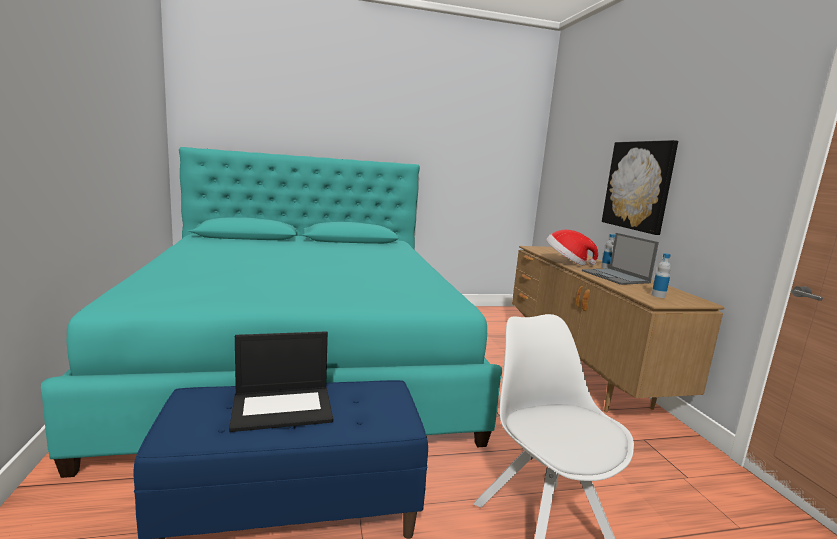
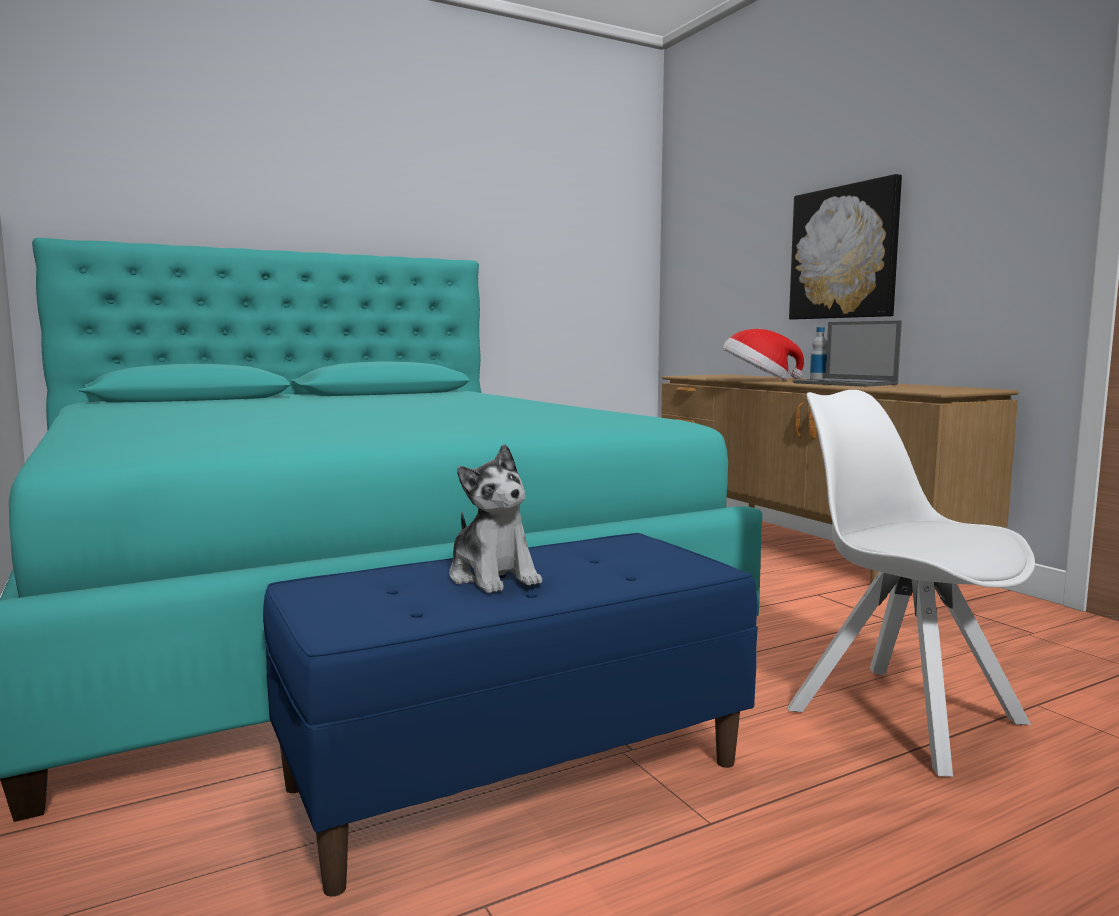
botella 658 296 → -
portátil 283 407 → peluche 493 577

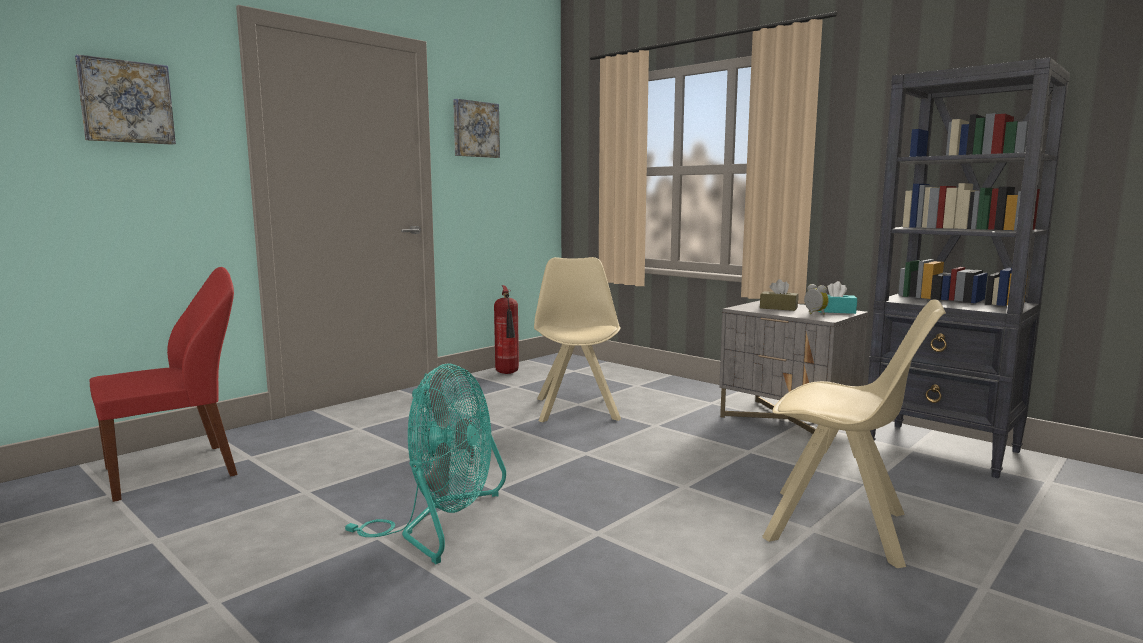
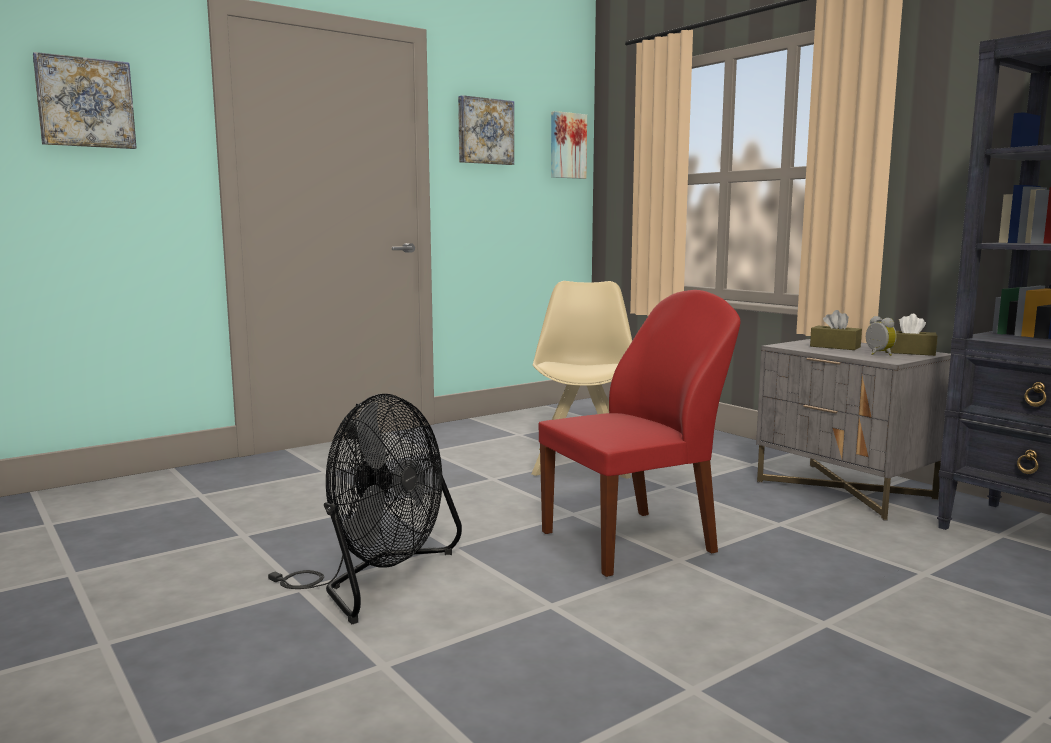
silla [rojo] 176 471 → silla [rojo] 632 542, shifted
caja de pañuelos [turquesa] 836 311 → caja de pañuelos [marrón] 909 352
extintor 508 373 → -
silla [beis] 841 528 → -
ventilador [turquesa] 439 524 → ventilador [negro] 372 581
- → cuadro 567 146

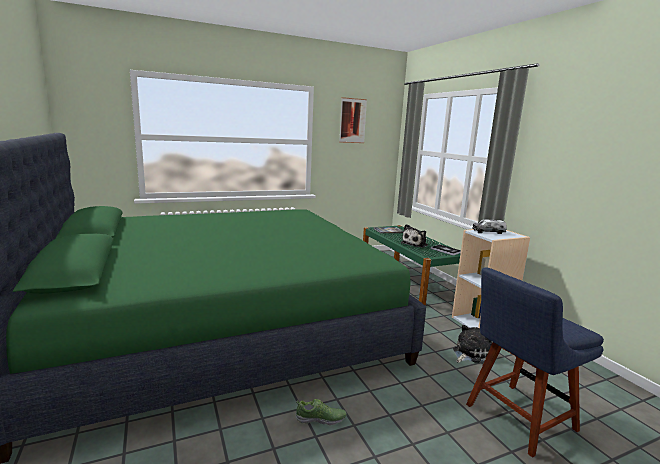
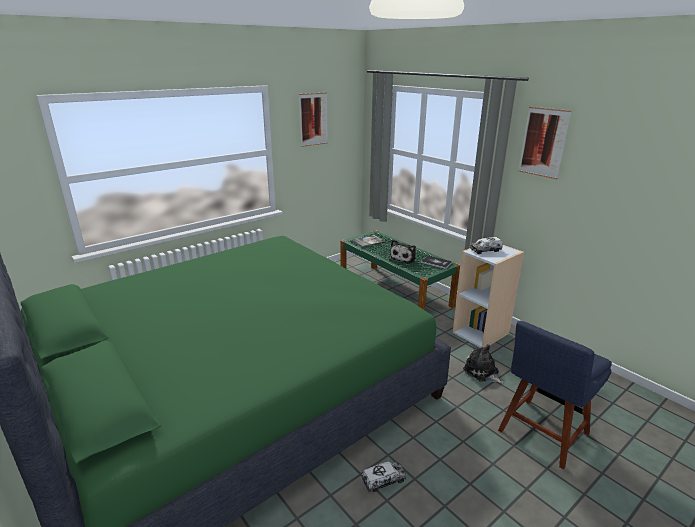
peluche 469 353 → peluche 482 372, 75 degrees counterclockwise
zapato 320 419 → camión de juguete 383 480
- → cuadro 543 142

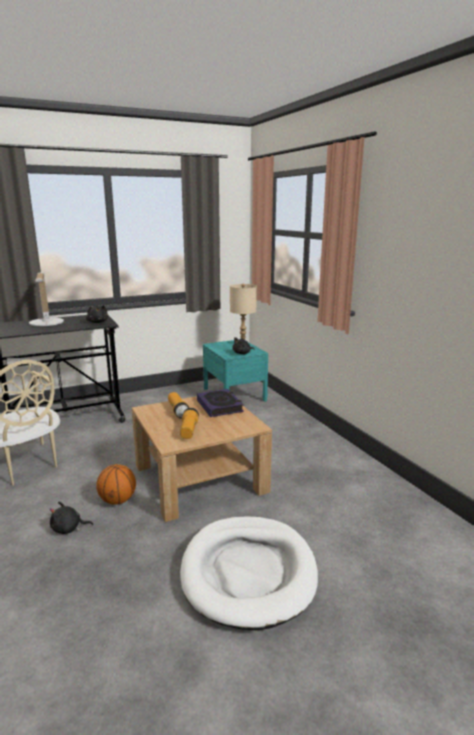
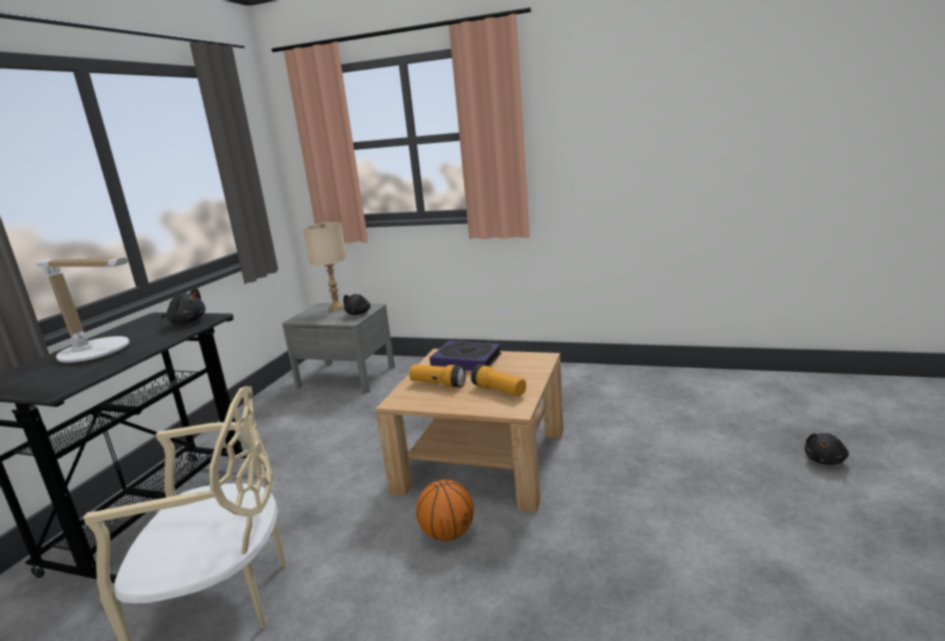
mesita de noche [turquesa] 234 394 → mesita de noche [gris] 346 377
peluche [negro] 68 529 → peluche [negro] 825 460, shifted
cama para perro [blanco] 248 572 → -

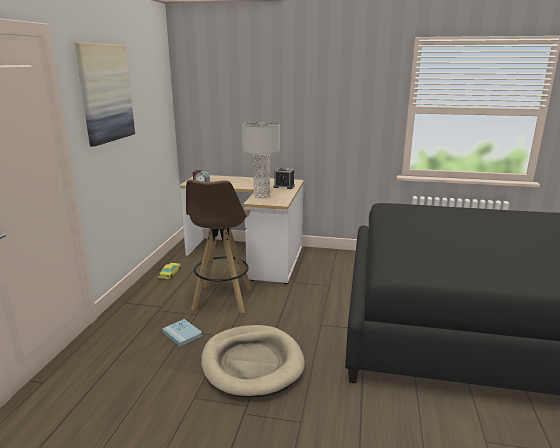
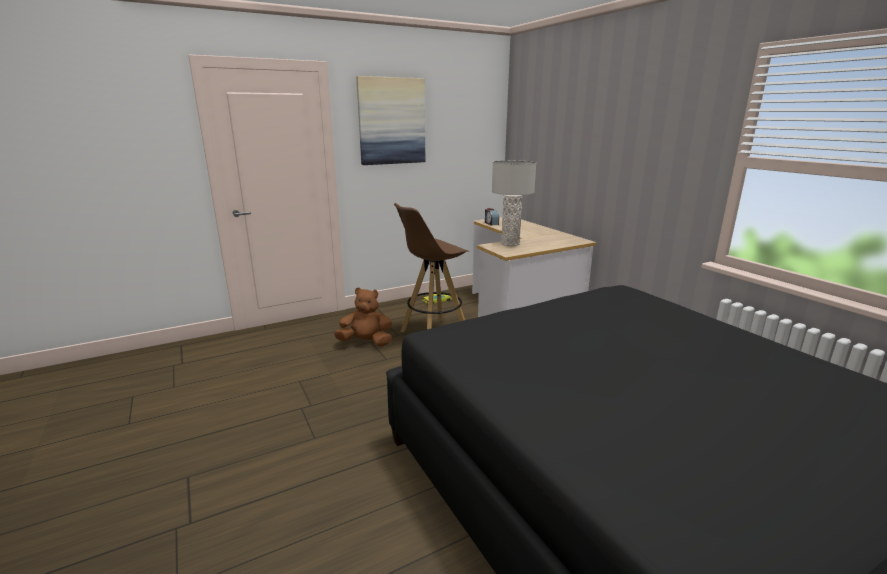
despertador 284 186 → -
libro [azul] 182 334 → peluche [marrón] 366 342
cama para perro [beis] 252 363 → -

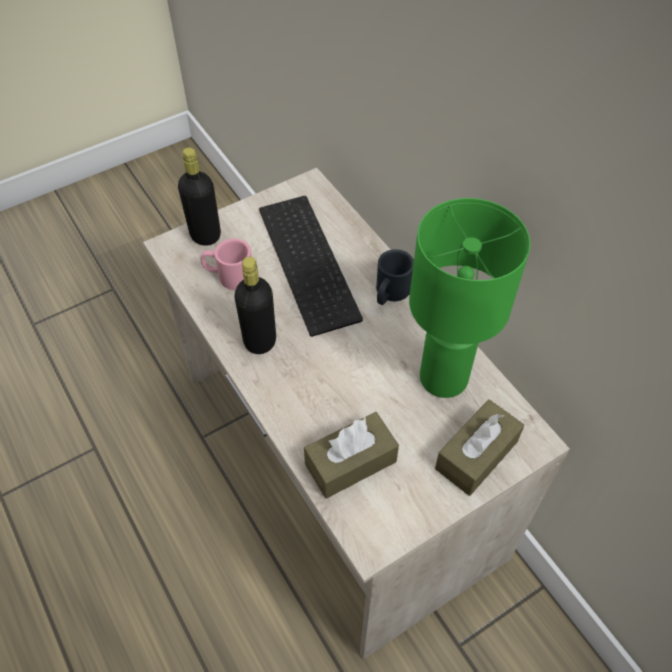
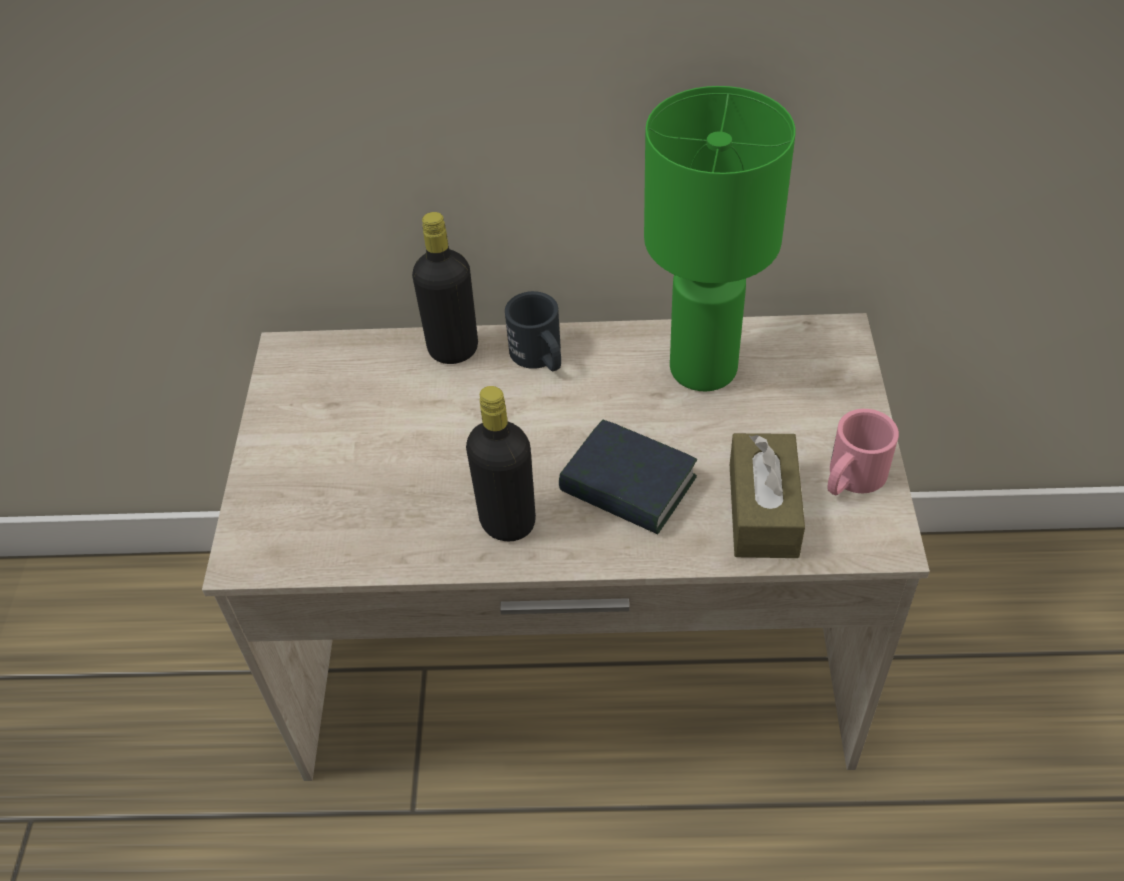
botella [negro] 205 235 → botella [negro] 453 350, shifted
teclado 312 263 → -
taza grande [rosa] 228 275 → taza grande [rosa] 851 479, shifted
caja de pañuelos [marrón] 476 455 → -
- → libro 628 486

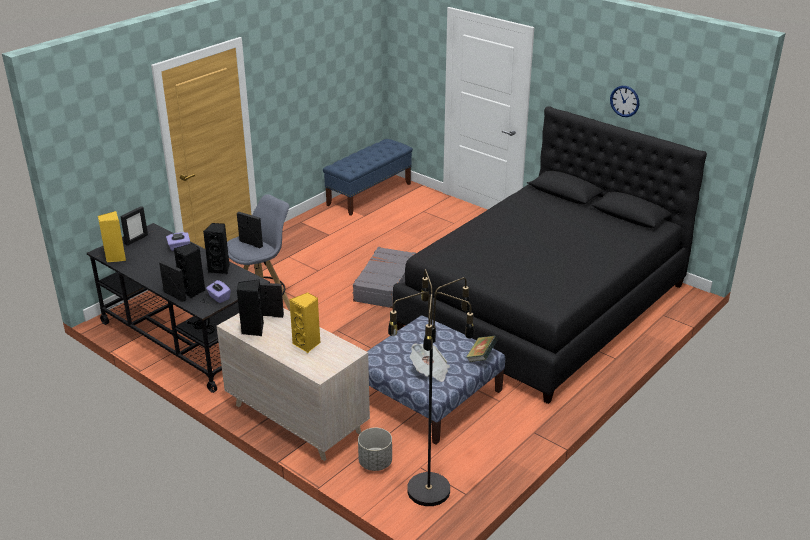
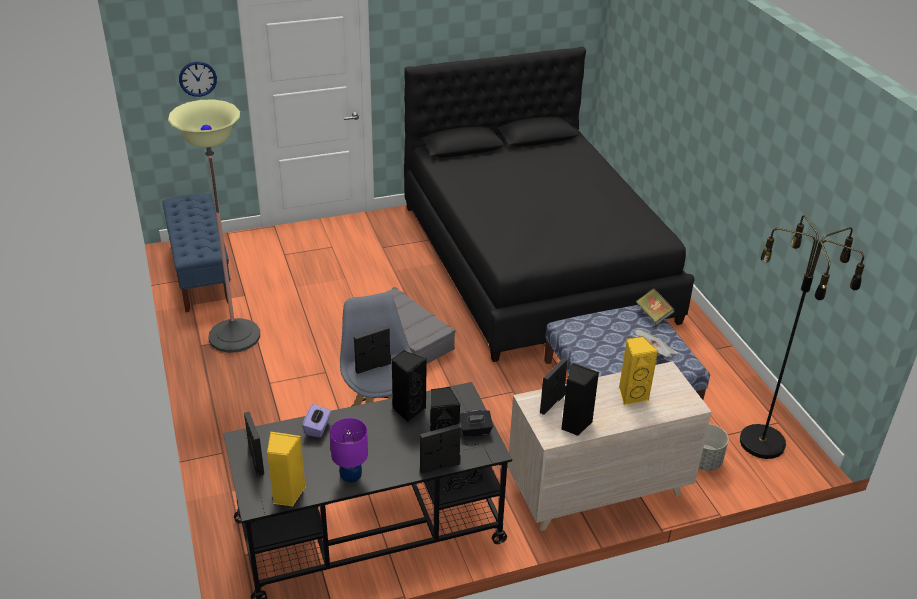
reloj de pared 624 101 → reloj de pared 197 78, shifted
caja de pañuelos [morado] 219 297 → caja de pañuelos [negro] 475 431
- → lámpara de pie 234 336
- → lámpara de mesa [morado] 349 477

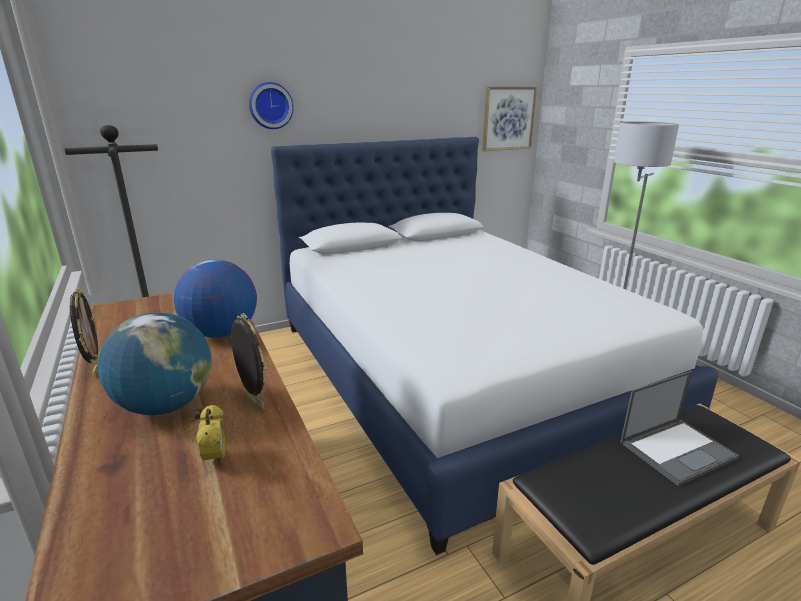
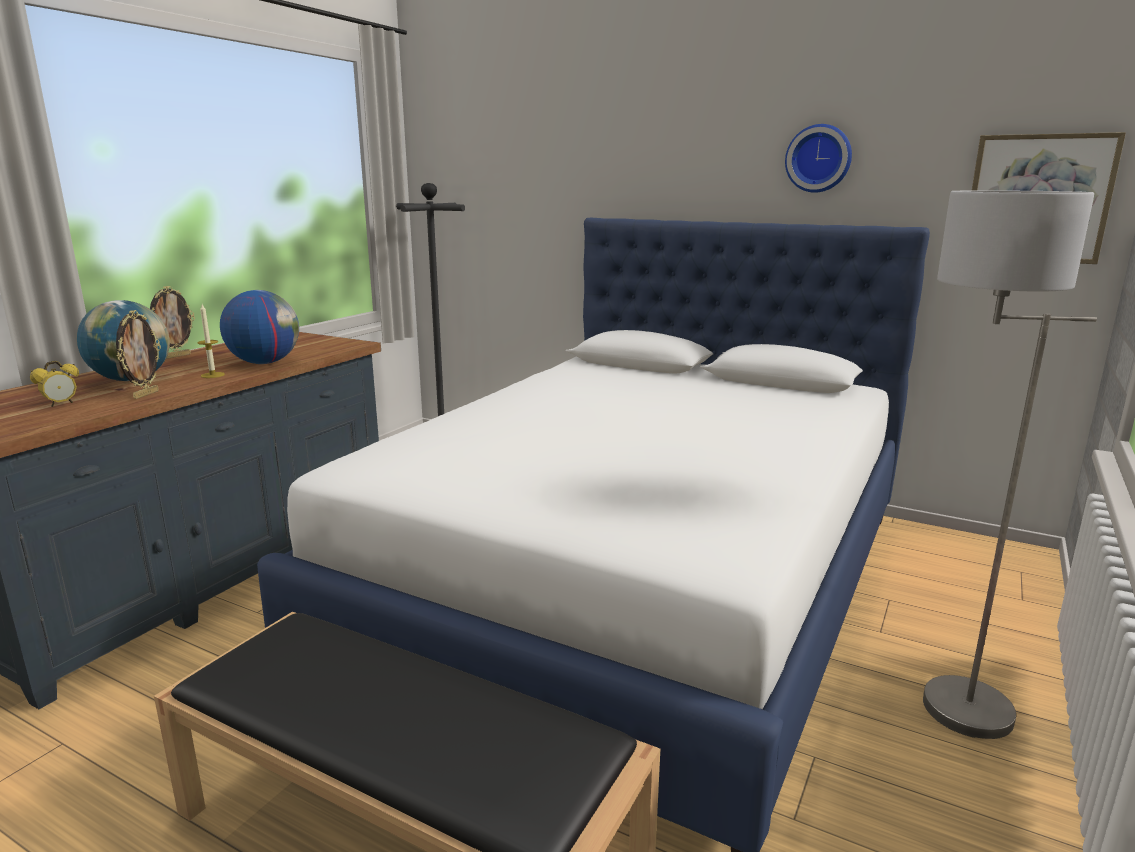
reloj de pared 270 105 → reloj de pared 819 158, shifted
portátil 677 449 → -
- → vela 212 375

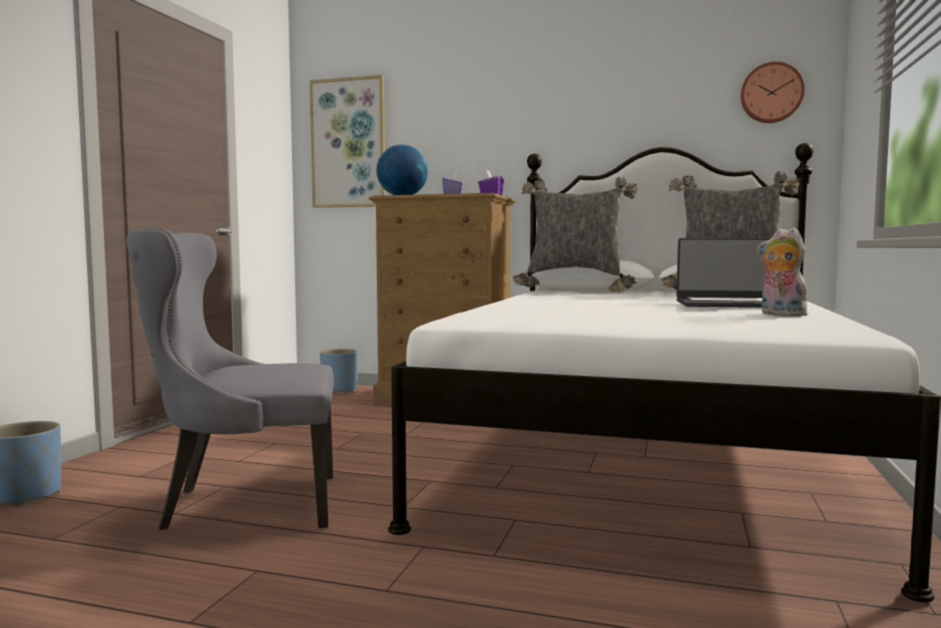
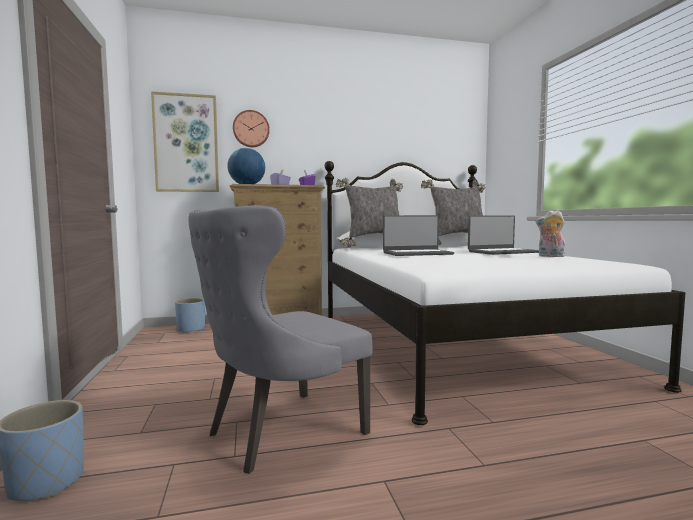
reloj de pared 771 93 → reloj de pared 251 129, shifted
- → portátil 417 253

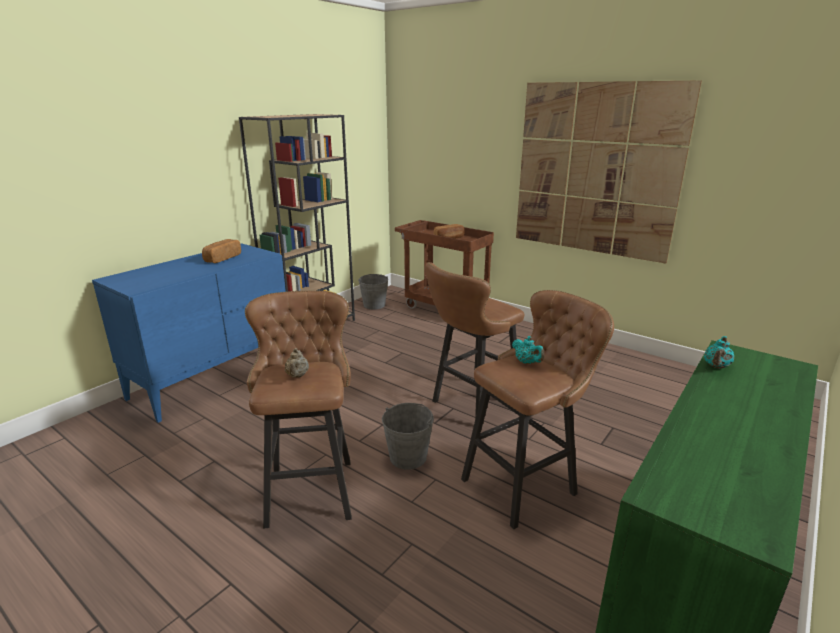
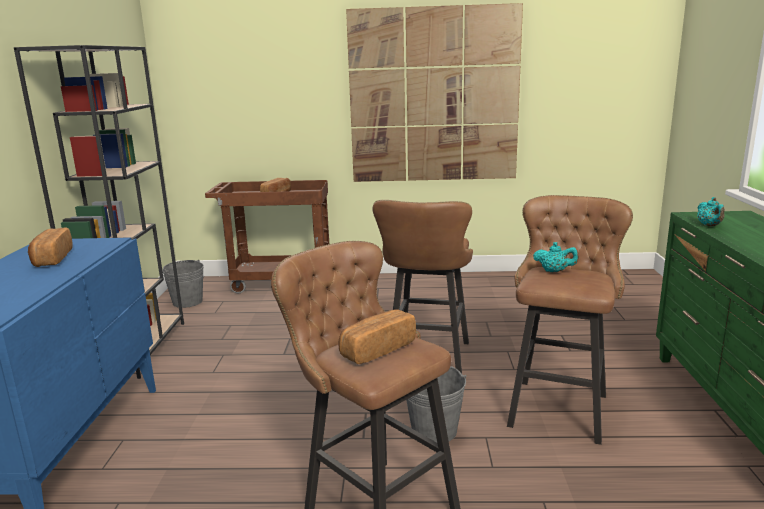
tetera [beis] 297 376 → pan 377 349

